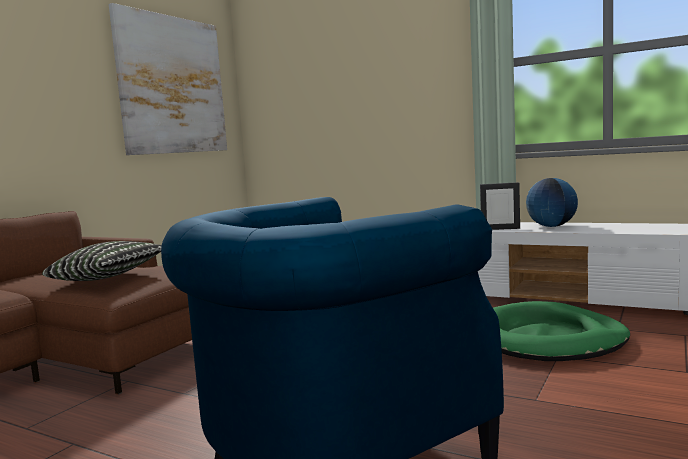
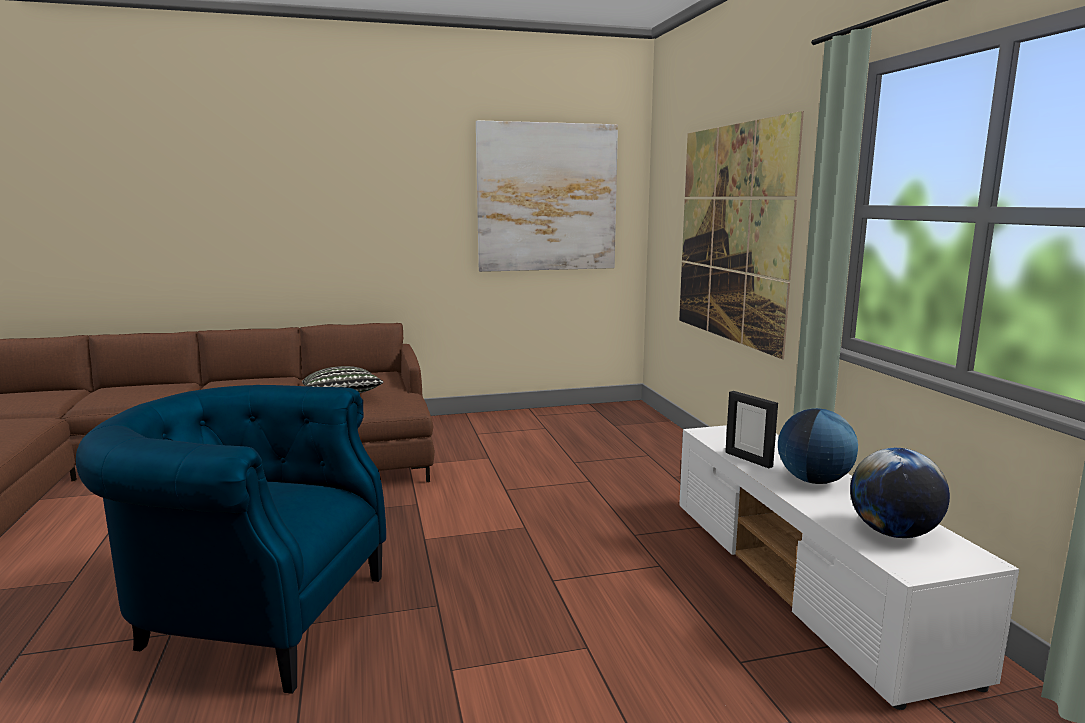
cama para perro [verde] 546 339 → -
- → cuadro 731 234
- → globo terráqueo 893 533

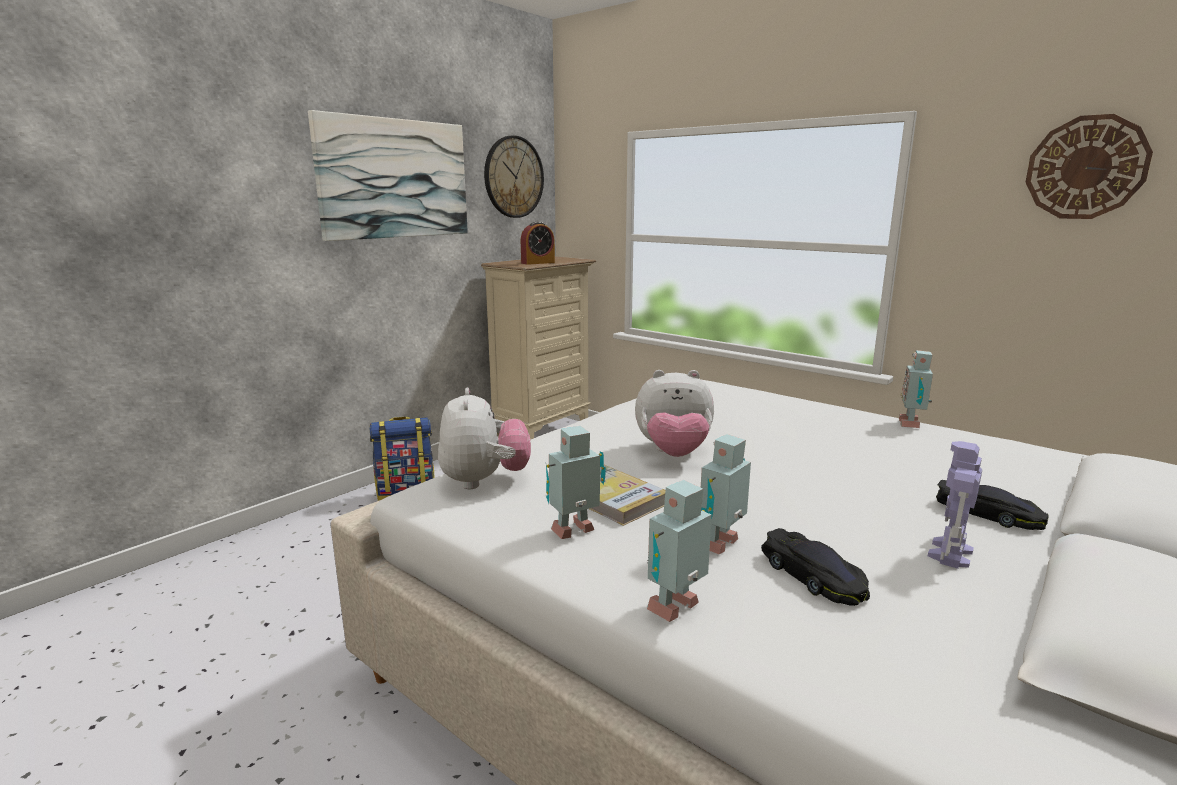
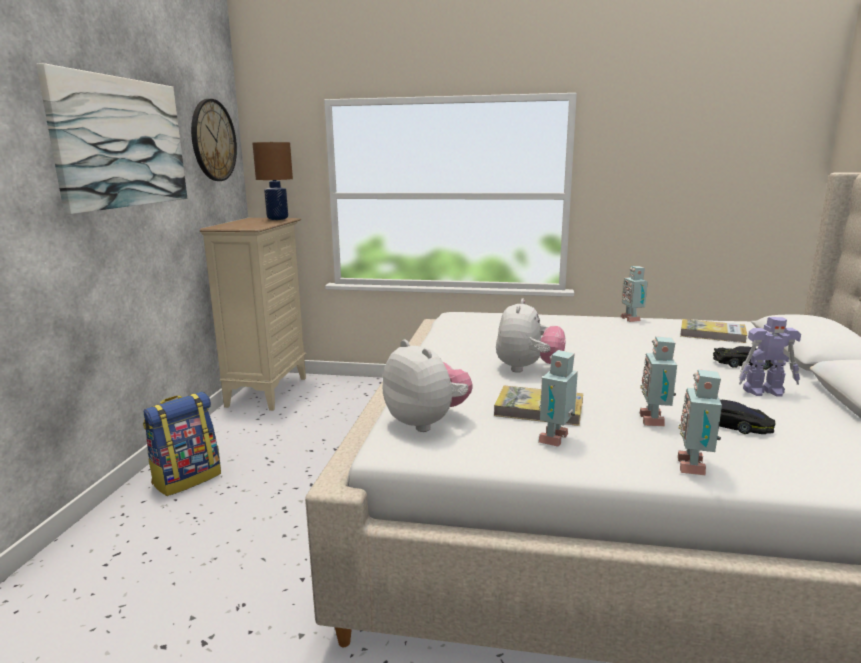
reloj de pared 1086 168 → -
despertador 538 263 → -
peluche 673 453 → peluche 528 369, 45 degrees counterclockwise
robot de juguete 950 554 → robot de juguete 765 391, 90 degrees counterclockwise
- → lámpara de mesa [marrón] 278 219
- → libro 712 334

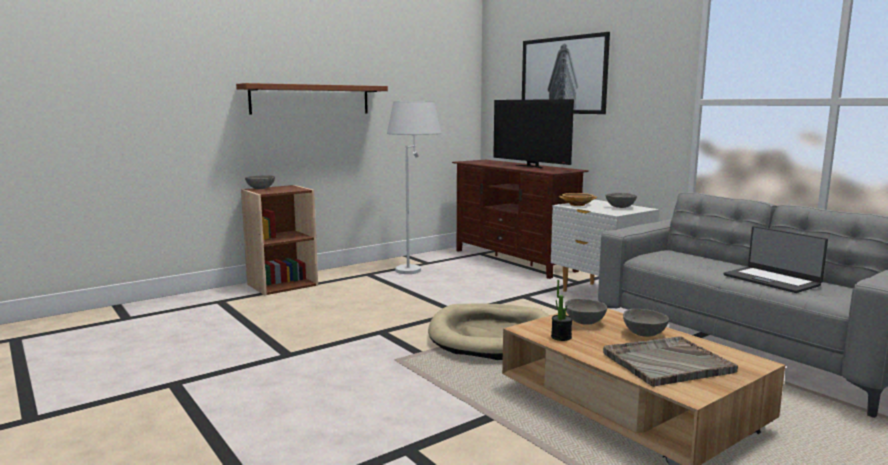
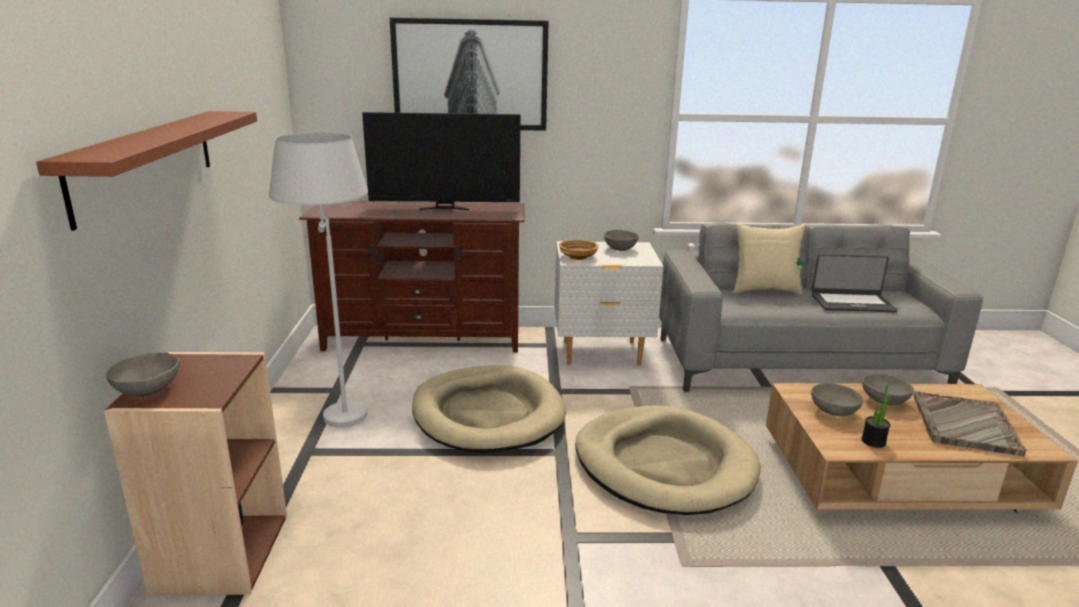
- → cojín [beis] 764 291
- → cama para perro [beis] 487 414

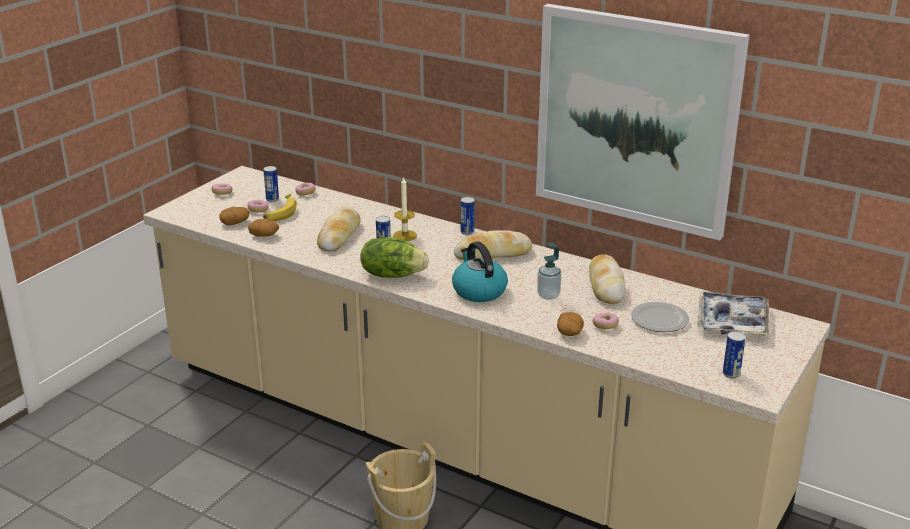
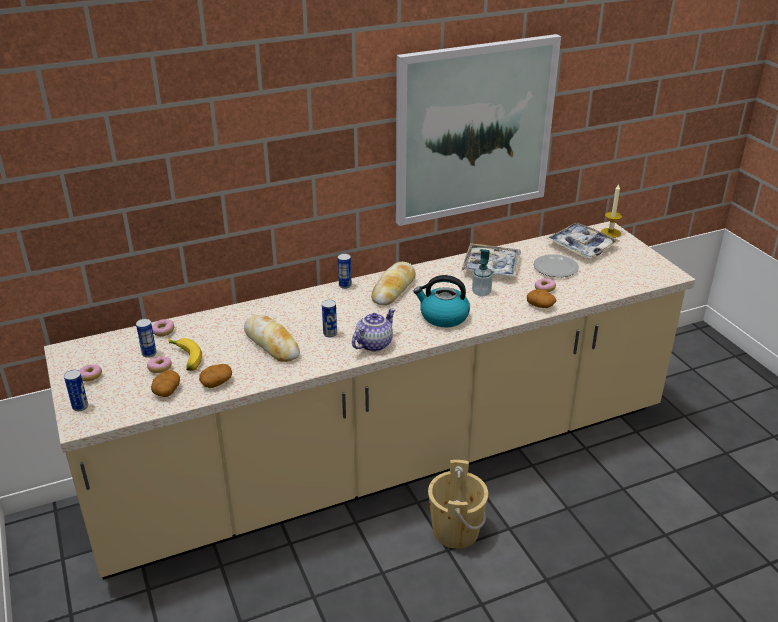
vela 405 235 → vela 610 233, shifted
lechuga 392 274 → tetera 373 344
pan 606 285 → bandeja 491 267
lata 731 374 → lata 80 406, shifted

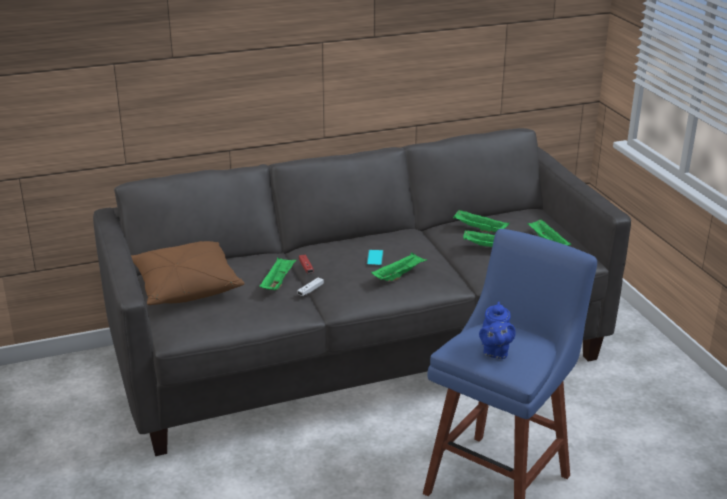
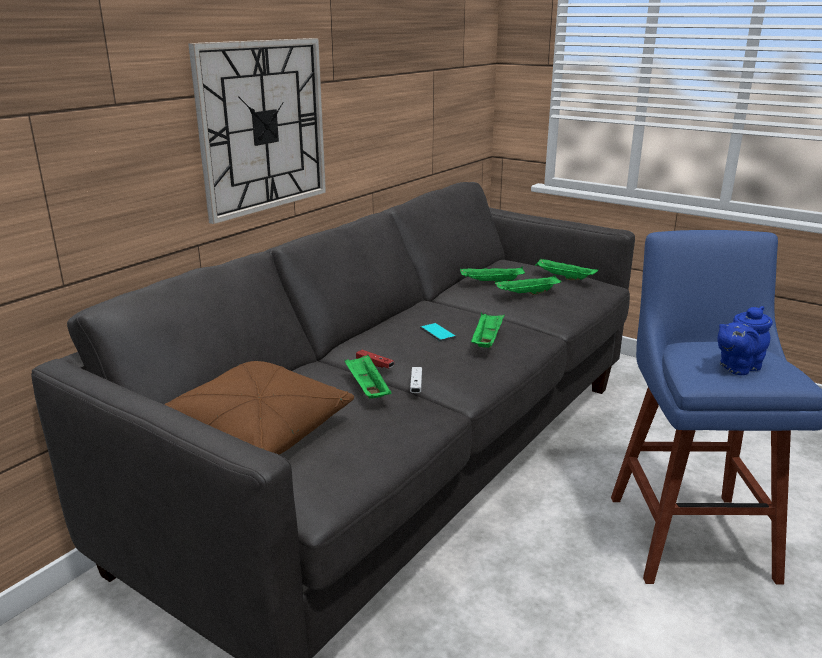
tetera [azul] 495 352 → tetera [azul] 737 367, 90 degrees clockwise
- → reloj de pared 263 127

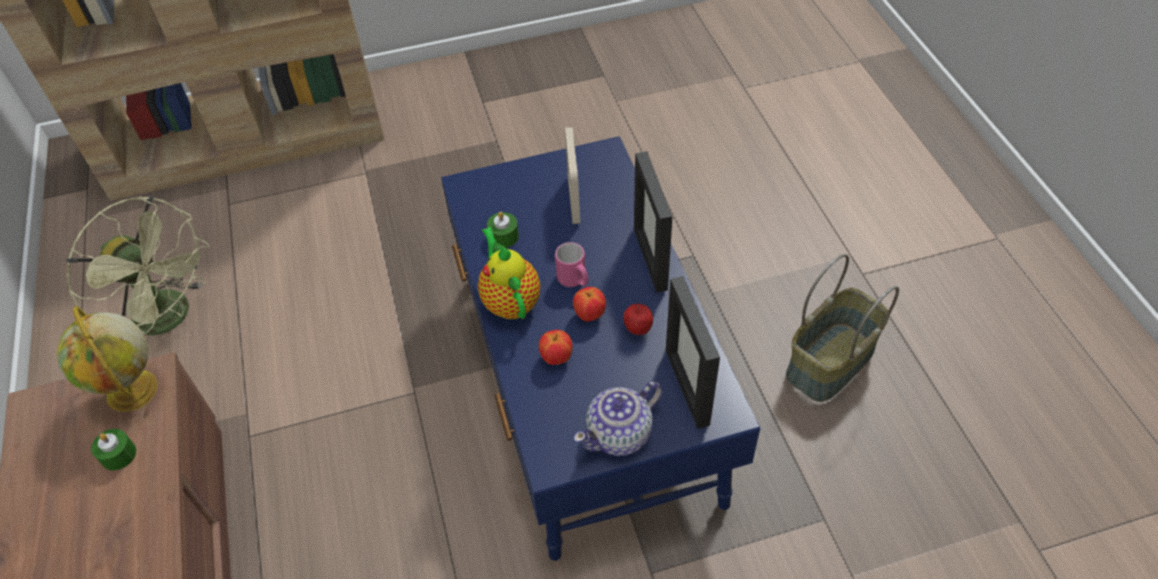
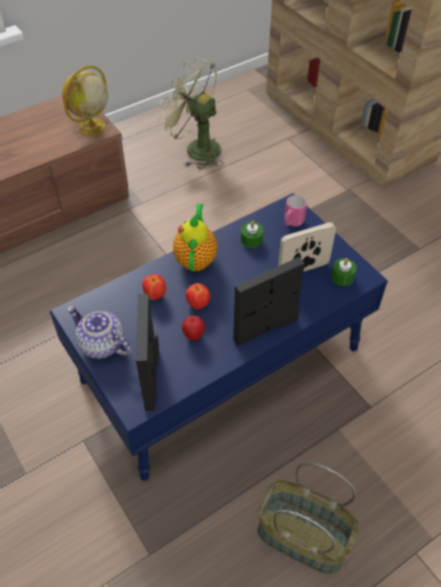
ventilador [verde] 172 317 → ventilador [verde] 195 149, 105 degrees clockwise
tetera 510 300 → tetera 196 258, 45 degrees counterclockwise
taza grande [rosa] 574 281 → taza grande [rosa] 292 222, shifted
portarretratos 689 386 → portarretratos 152 378, 60 degrees counterclockwise
vela [verde] 118 455 → vela [verde] 342 277, shifted

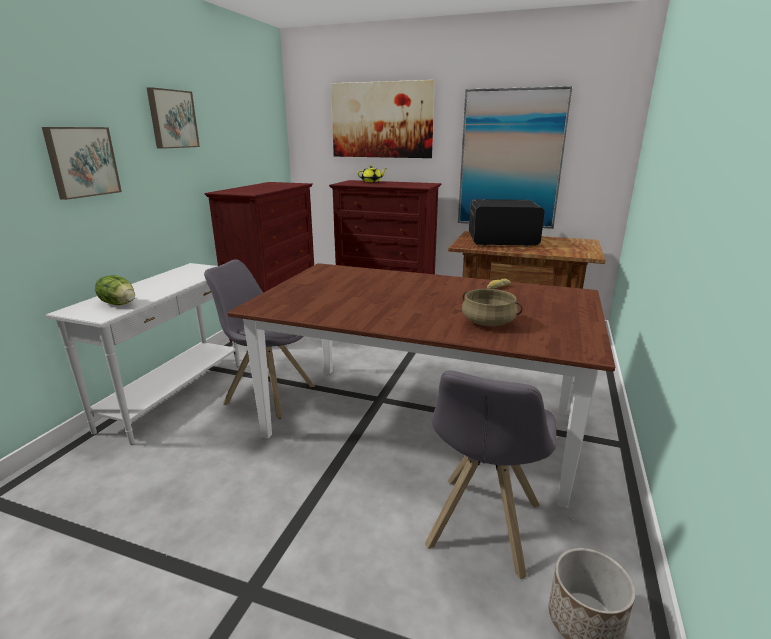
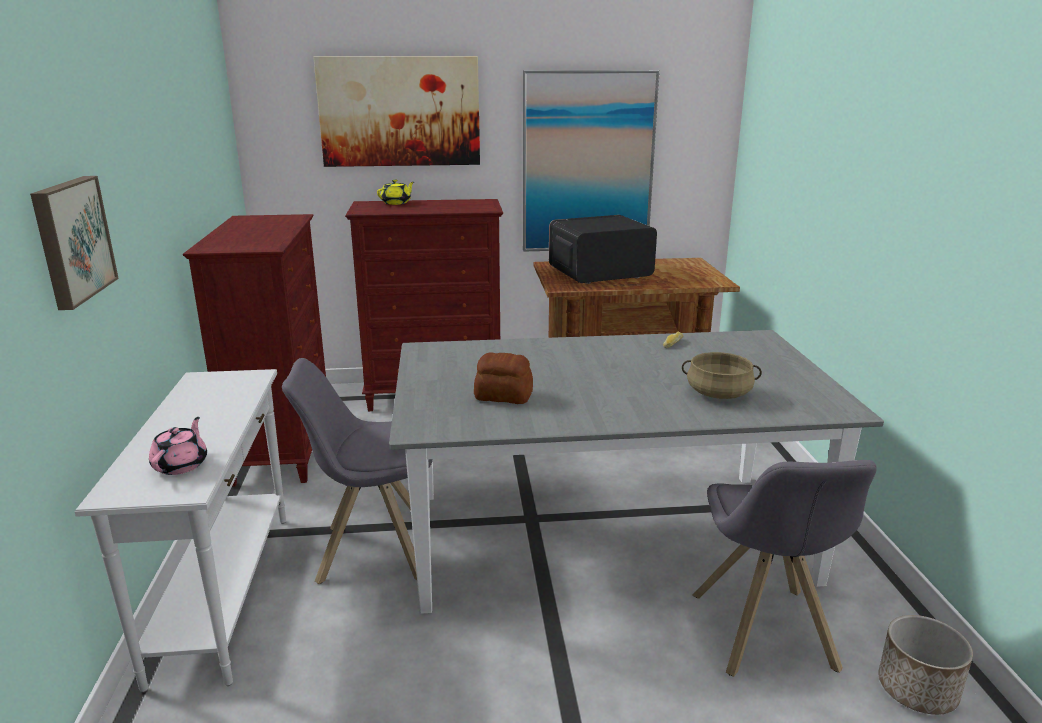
cuadro 172 119 → -
mesa de comedor [marrón] 421 423 → mesa de comedor [gris] 606 536
lechuga 119 303 → tetera [rosa] 181 465
- → pan 504 396

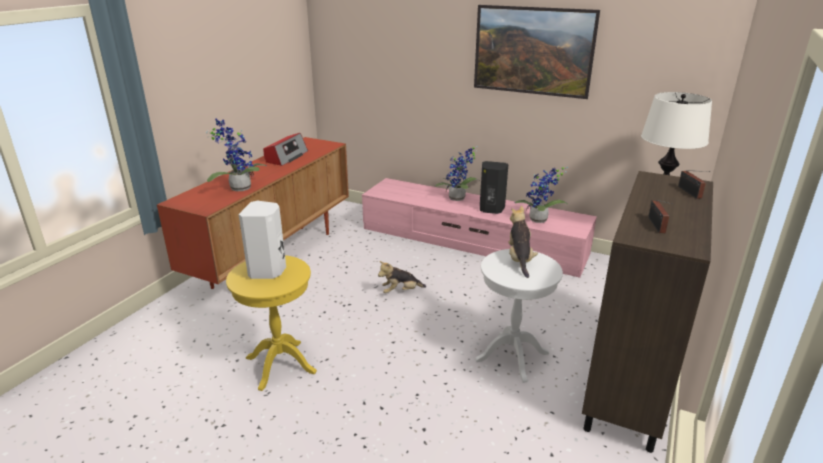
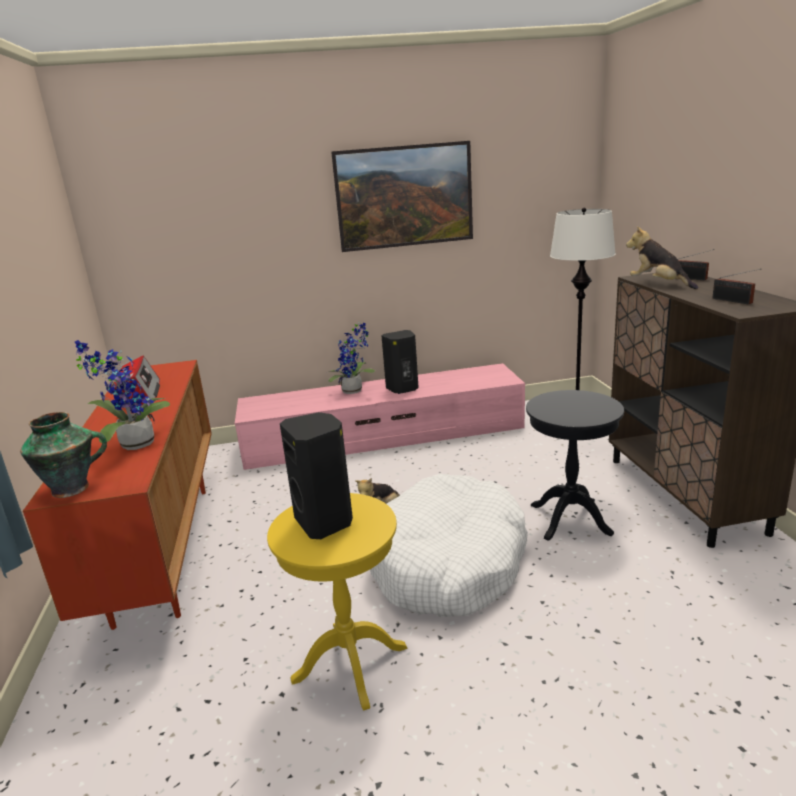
planta en maceta 539 221 → -
altavoz [blanco] 268 271 → altavoz [negro] 325 522
peluche 519 260 → peluche 658 284, shifted
mesa auxiliar [blanco] 512 357 → mesa auxiliar [negro] 570 519
- → florero 73 488
- → cama para perro [blanco] 448 563

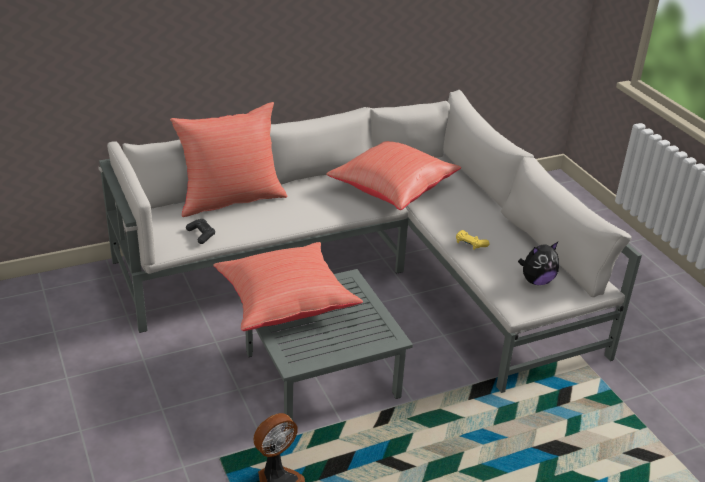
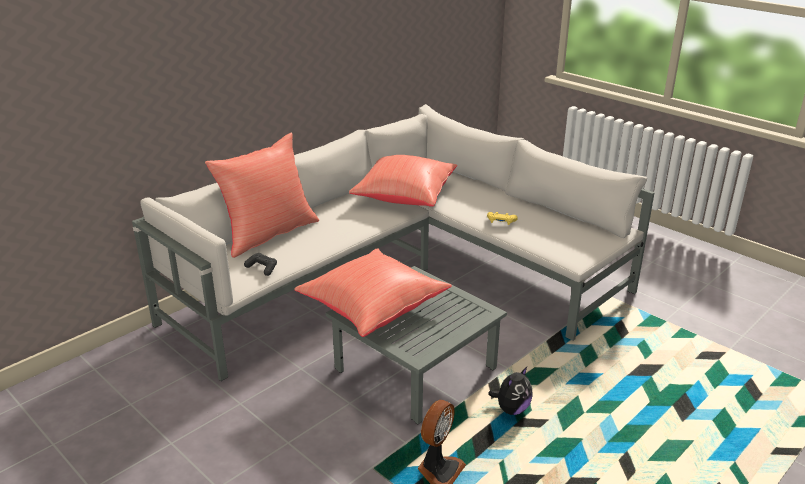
peluche 536 281 → peluche 511 409, shifted

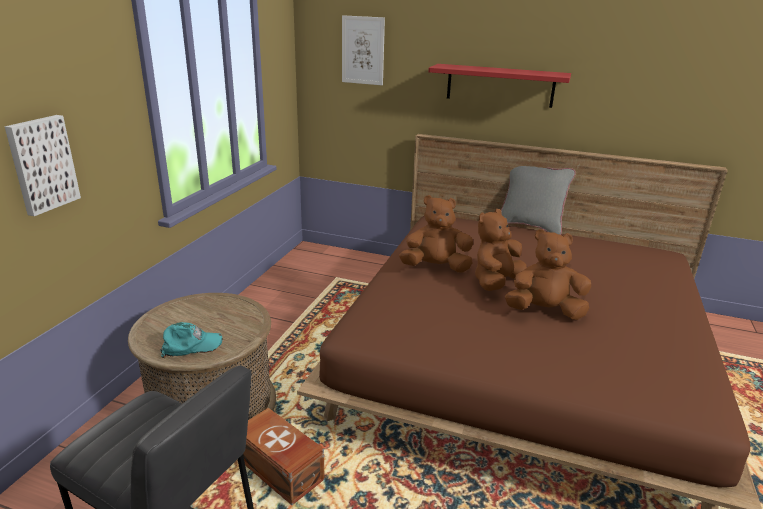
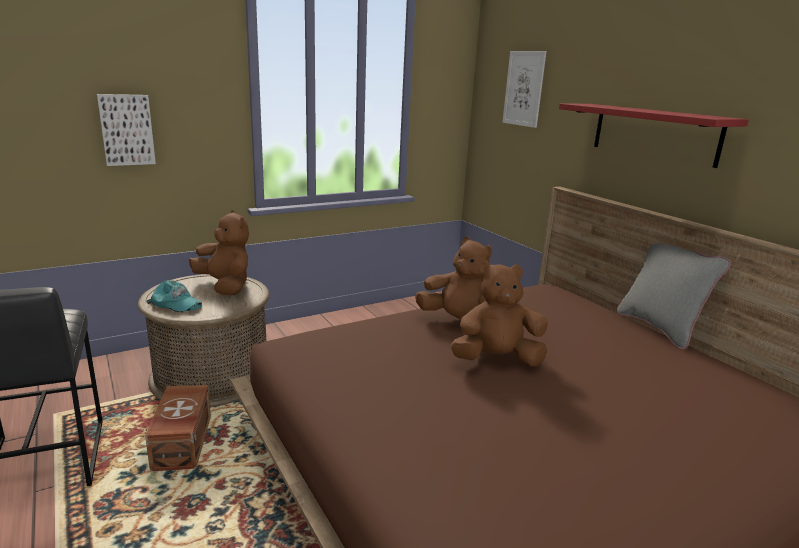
peluche [marrón] 544 311 → peluche [marrón] 225 286, shifted

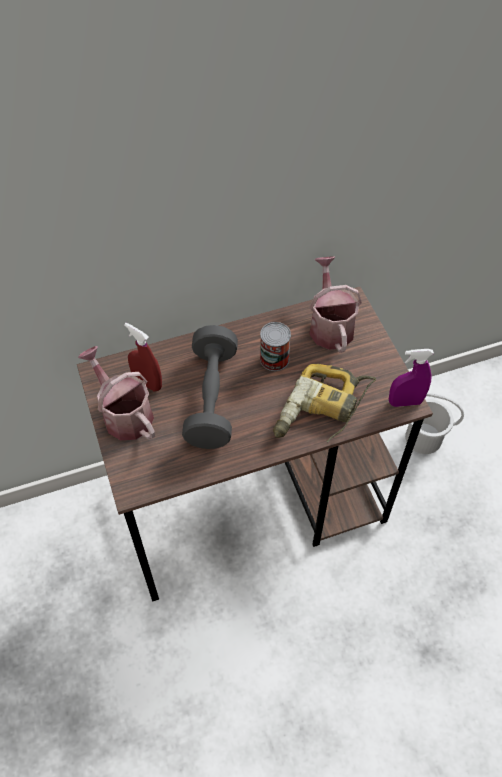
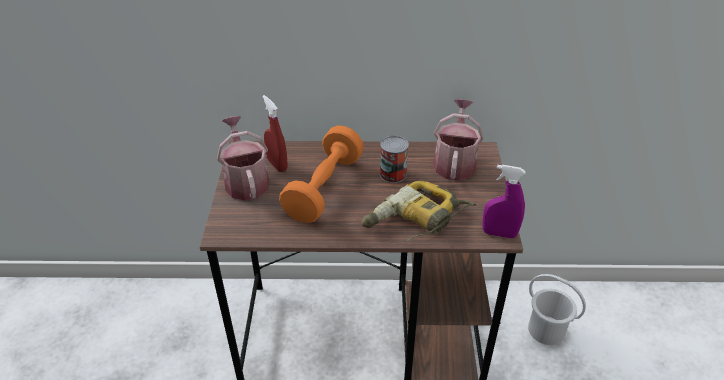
mancuerna [gris] 212 398 → mancuerna [naranja] 324 188

